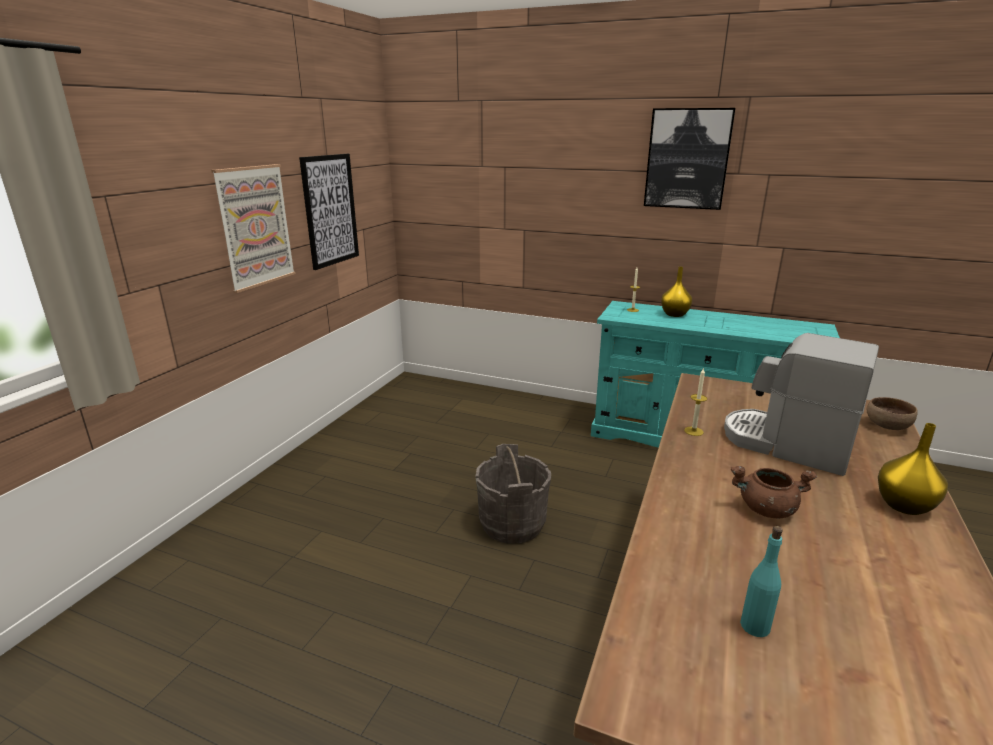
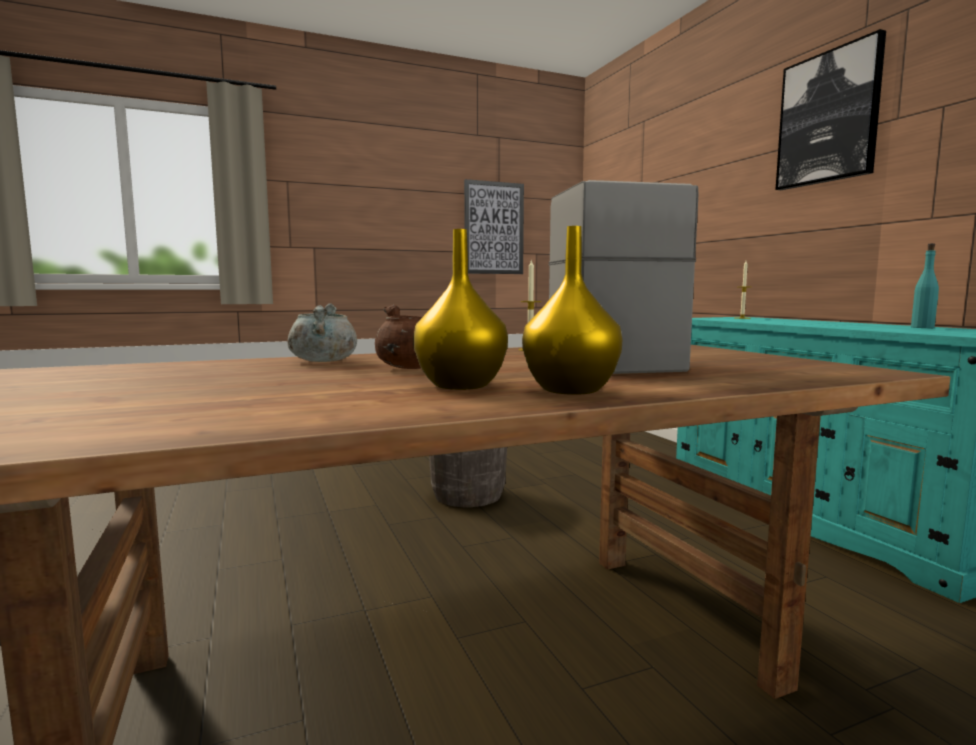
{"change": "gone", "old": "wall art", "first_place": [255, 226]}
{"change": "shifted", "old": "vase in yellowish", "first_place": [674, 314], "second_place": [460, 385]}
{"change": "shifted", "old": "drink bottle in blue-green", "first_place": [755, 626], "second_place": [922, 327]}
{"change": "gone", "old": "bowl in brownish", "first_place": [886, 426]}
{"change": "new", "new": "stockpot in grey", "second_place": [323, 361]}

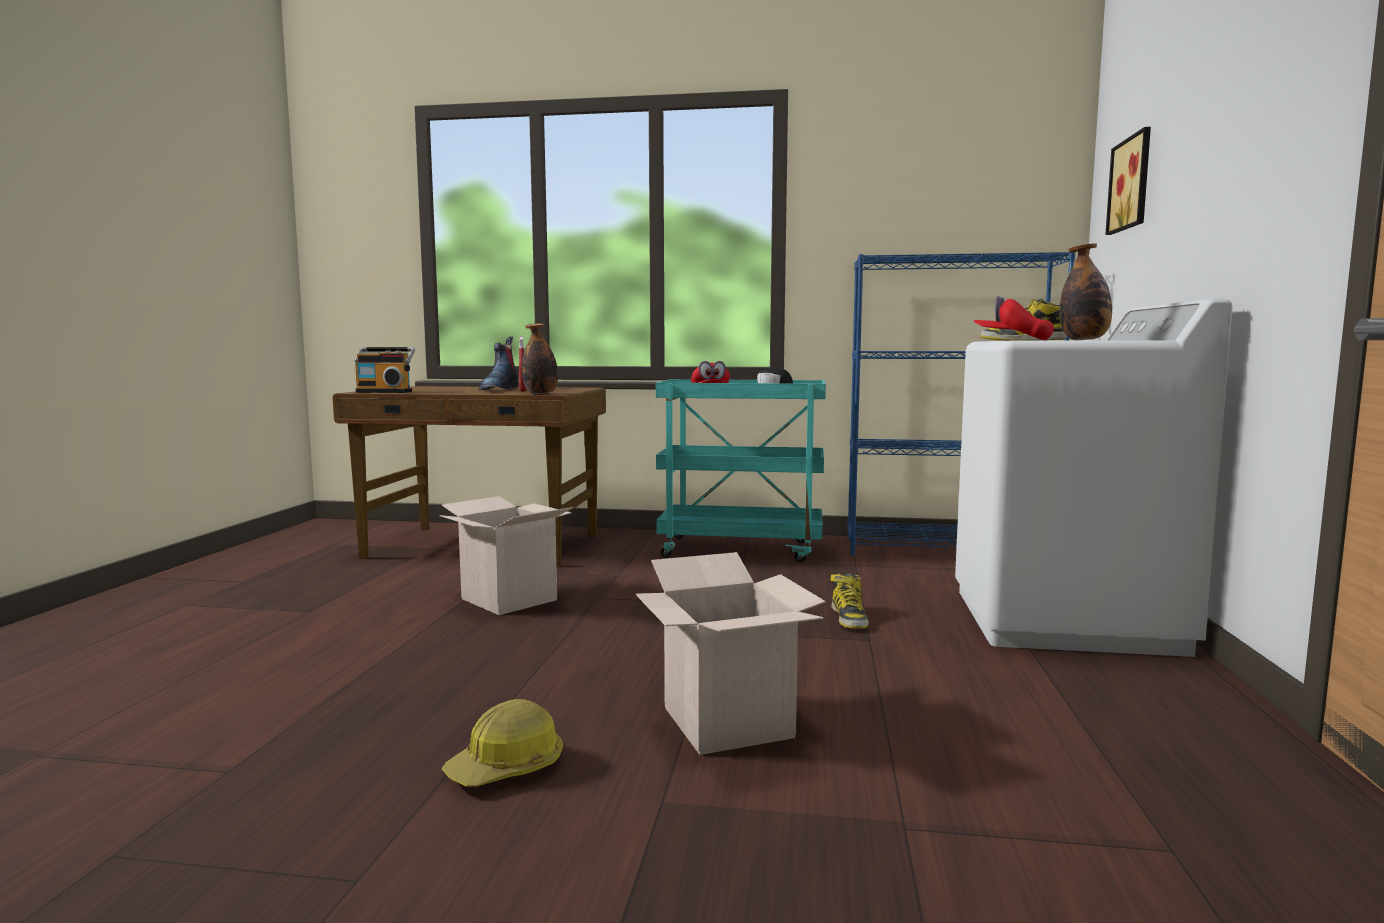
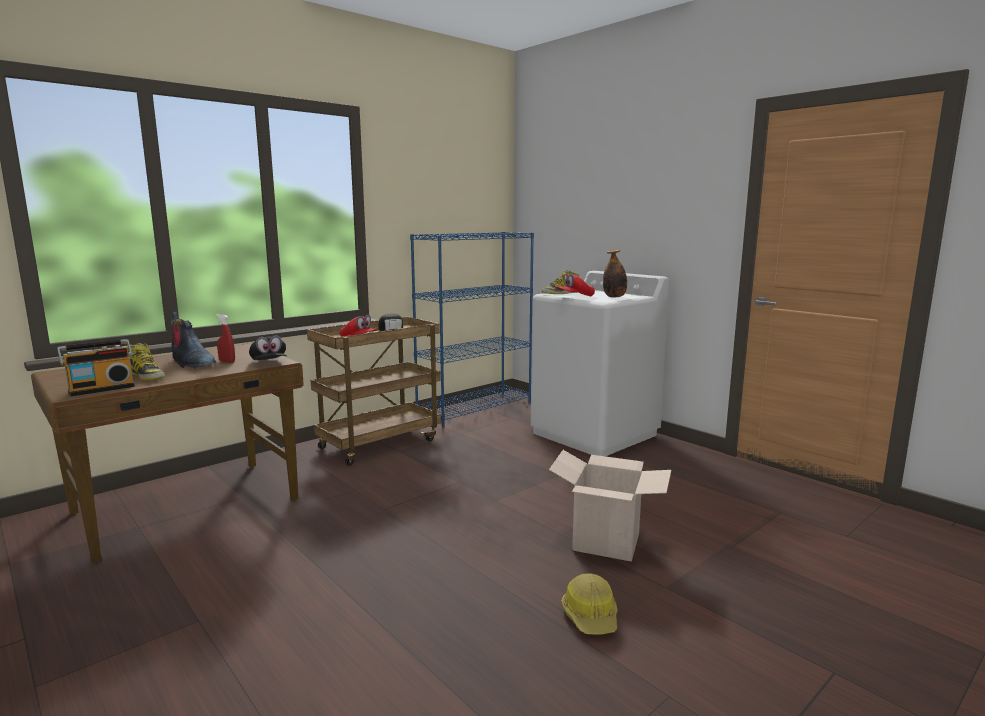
{"change": "gone", "old": "packing box", "first_place": [509, 599]}
{"change": "swapped", "old": "drink bottle", "new": "cap in black", "first_place": [541, 393], "second_place": [269, 363]}
{"change": "repainted", "old": "trolley in blue-green", "new": "trolley in brownish", "first_place": [742, 549], "second_place": [380, 443]}
{"change": "shifted", "old": "boot", "first_place": [849, 618], "second_place": [146, 376]}
{"change": "gone", "old": "wall art", "first_place": [1133, 183]}

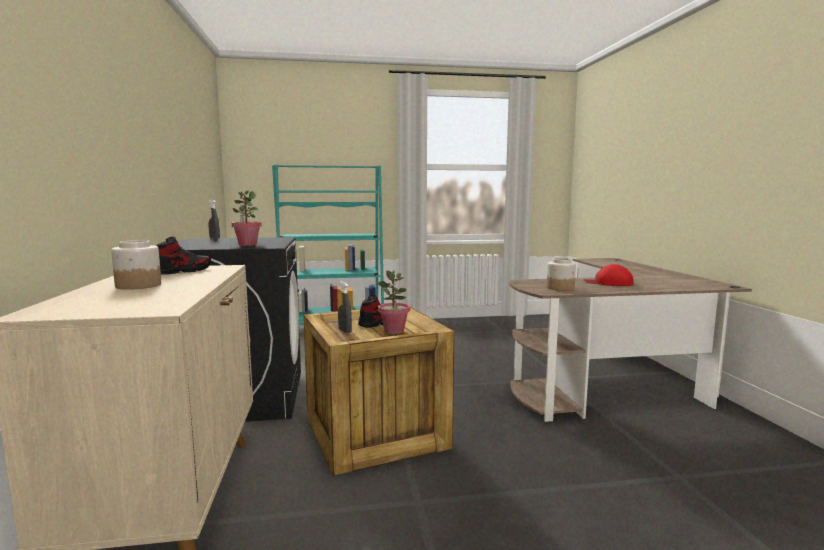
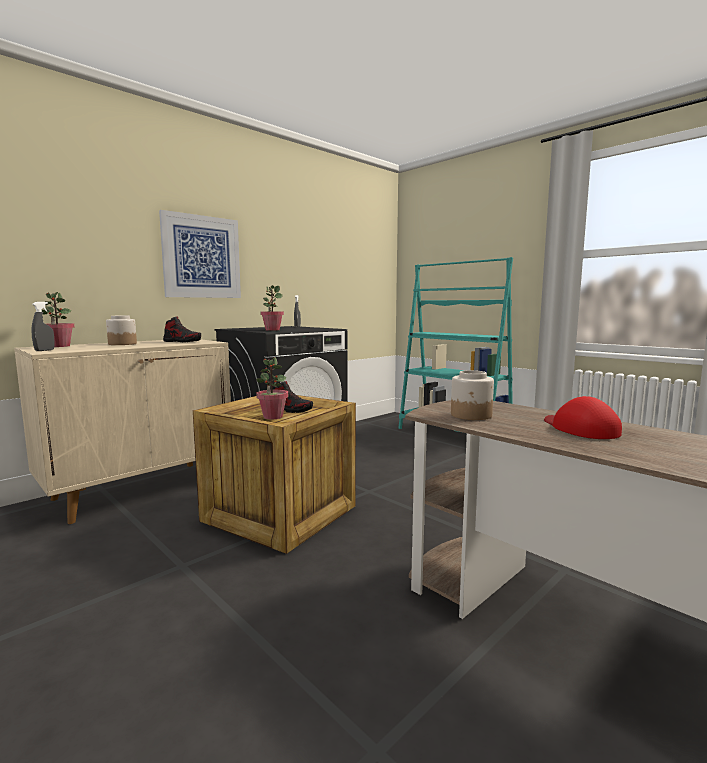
{"change": "shifted", "old": "spray bottle in grey", "first_place": [345, 331], "second_place": [44, 350]}
{"change": "new", "new": "plant in a pot", "second_place": [59, 346]}
{"change": "new", "new": "wall art", "second_place": [201, 257]}

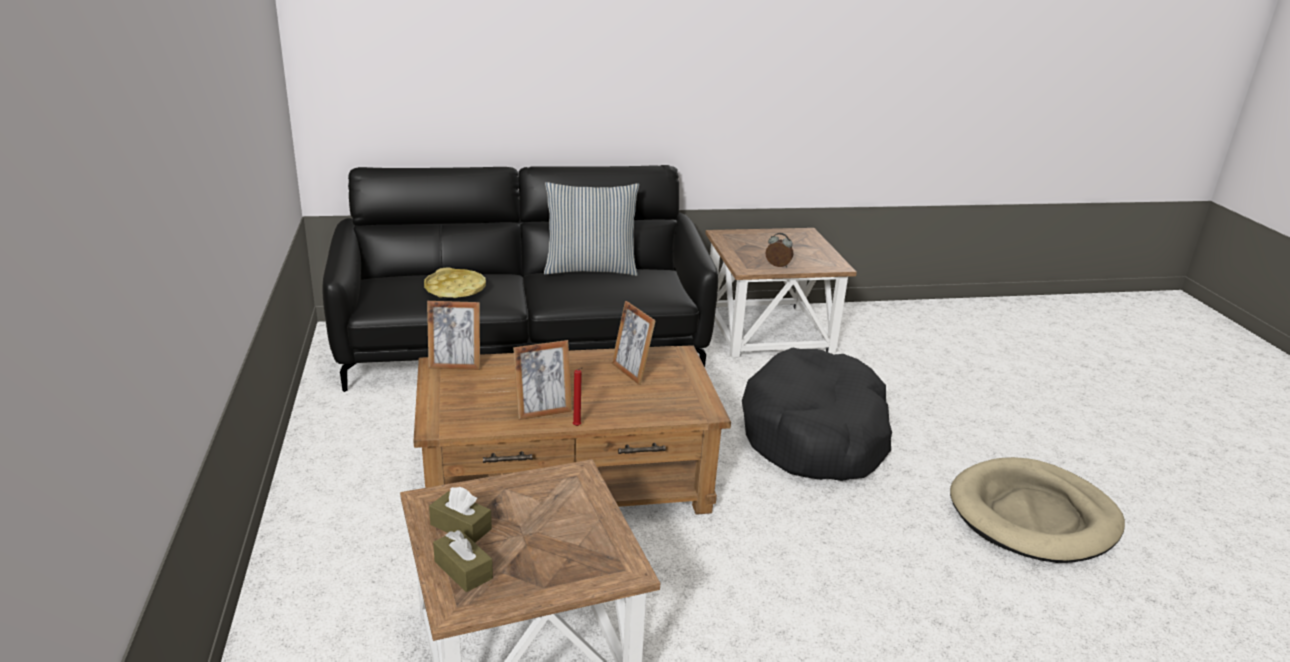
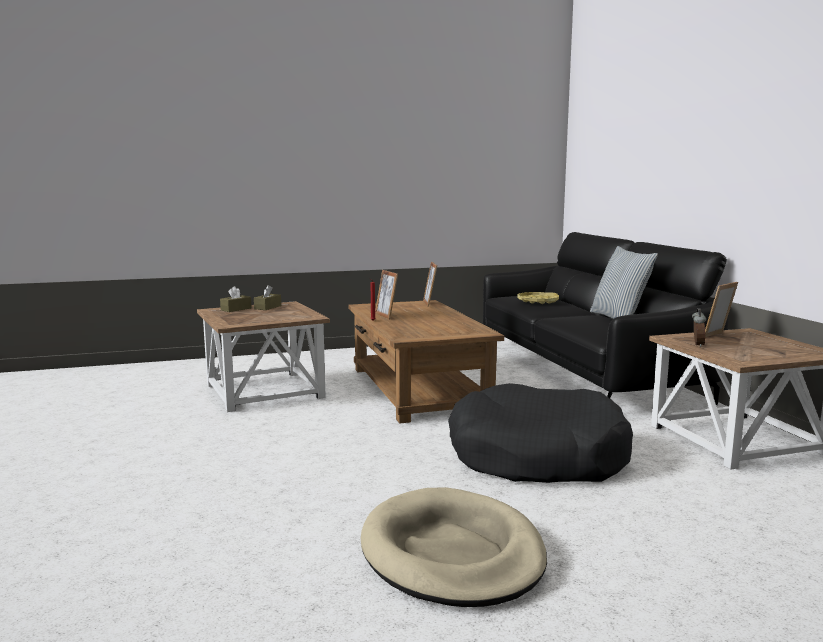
{"change": "shifted", "old": "standing frame", "first_place": [631, 372], "second_place": [718, 335]}

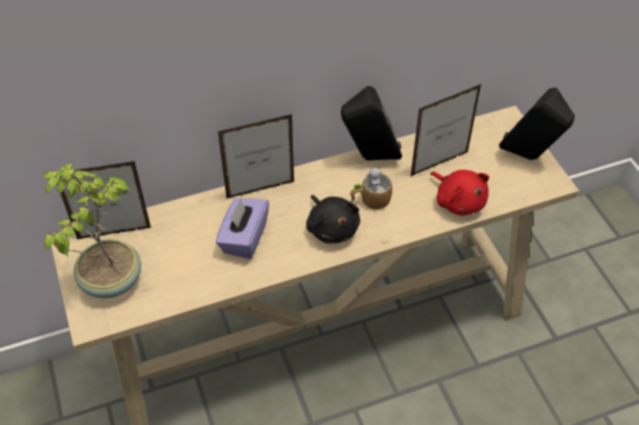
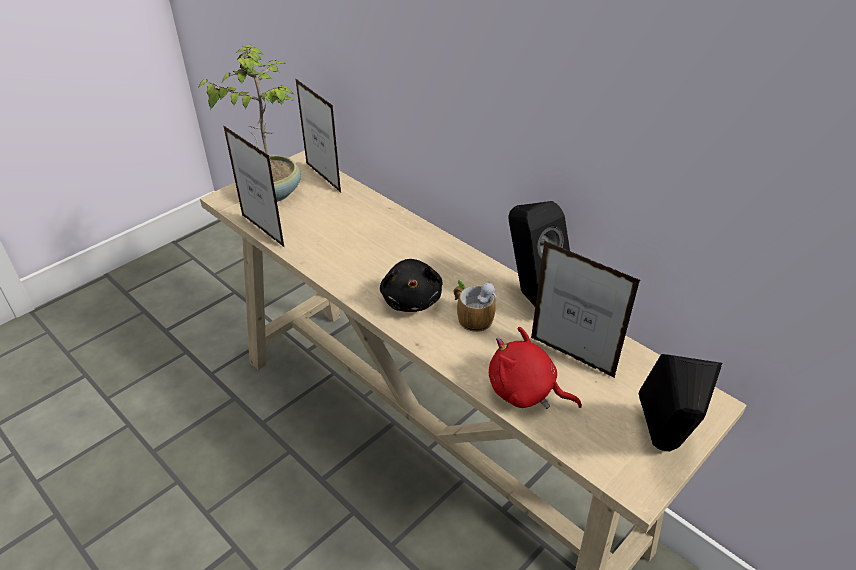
{"change": "gone", "old": "box of tissues in purple-coloured", "first_place": [244, 238]}
{"change": "shifted", "old": "standing frame", "first_place": [261, 190], "second_place": [262, 231]}
{"change": "rotated", "old": "soft toy in black", "first_place": [332, 228], "second_place": [411, 299], "degrees": -45}
{"change": "rotated", "old": "soft toy in red-coloured", "first_place": [458, 201], "second_place": [525, 392], "degrees": 90}

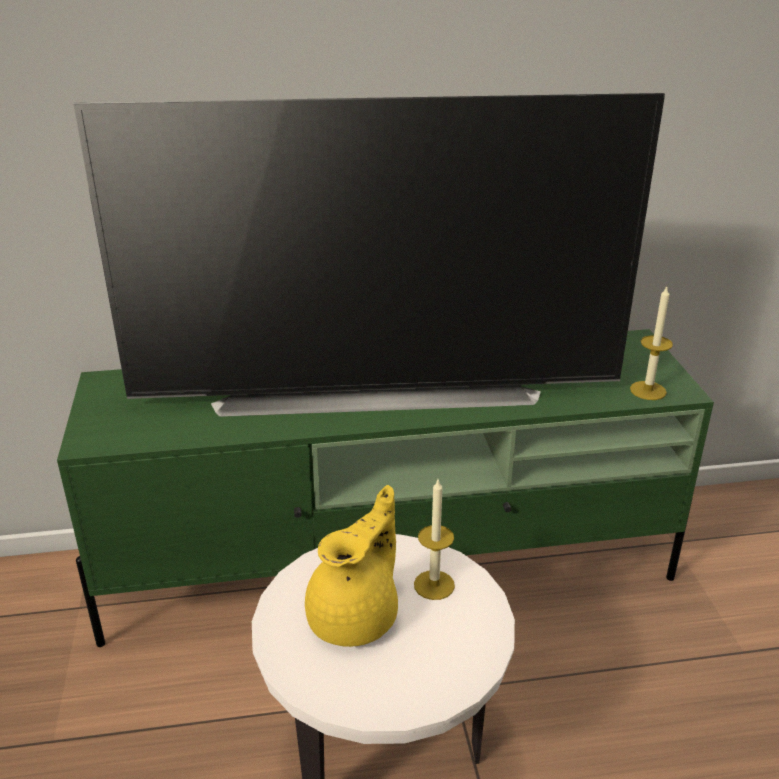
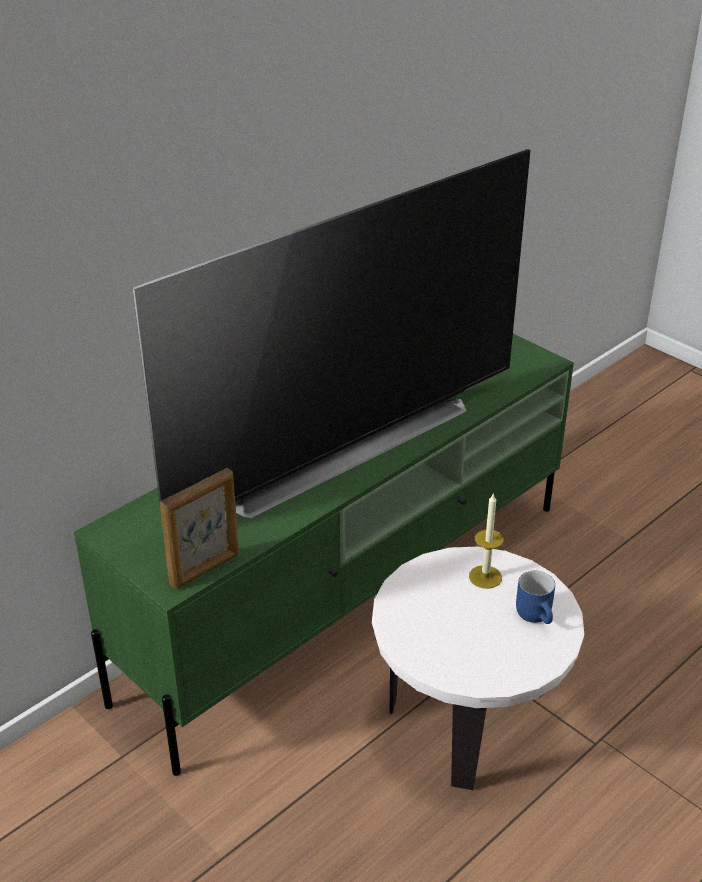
{"change": "gone", "old": "pot for tea in yellowish", "first_place": [356, 617]}
{"change": "gone", "old": "wax light", "first_place": [648, 390]}
{"change": "new", "new": "standing frame", "second_place": [205, 569]}
{"change": "new", "new": "mug in blue", "second_place": [538, 615]}

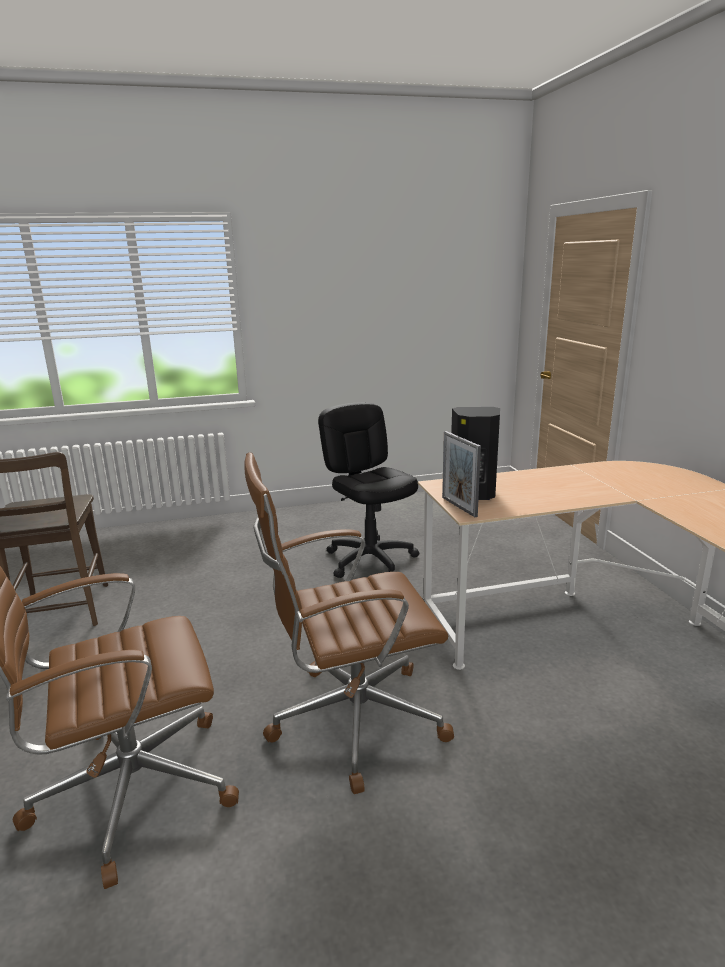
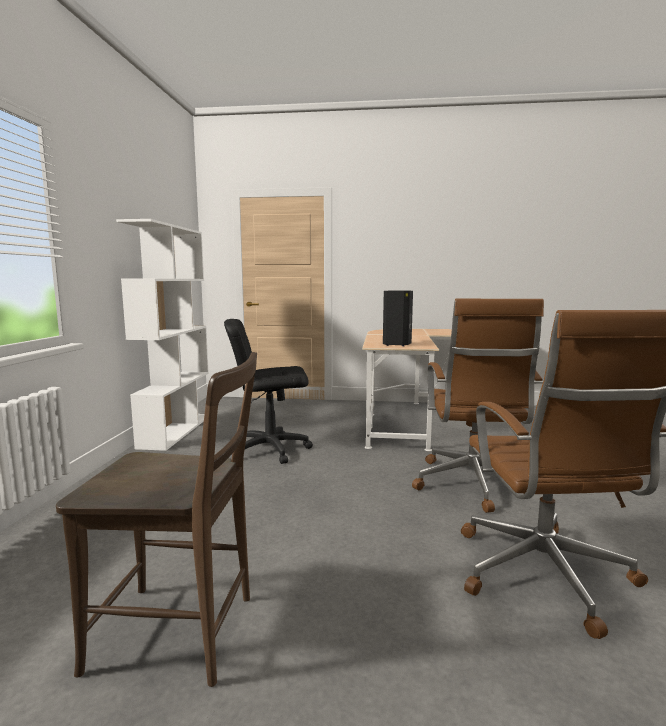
{"change": "gone", "old": "standing frame", "first_place": [459, 507]}
{"change": "new", "new": "bookshelf in white", "second_place": [176, 430]}

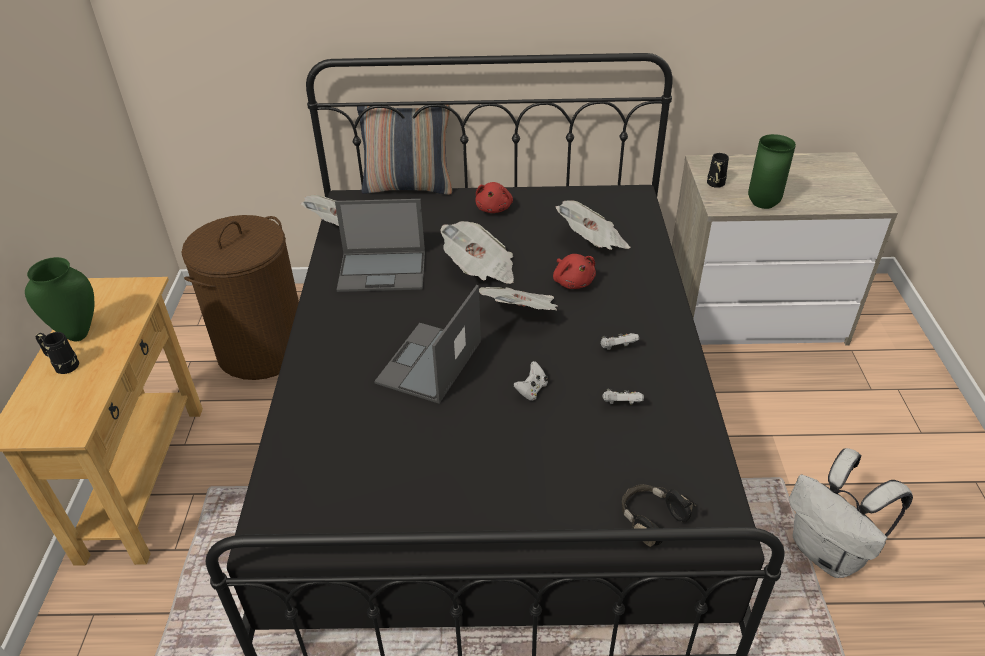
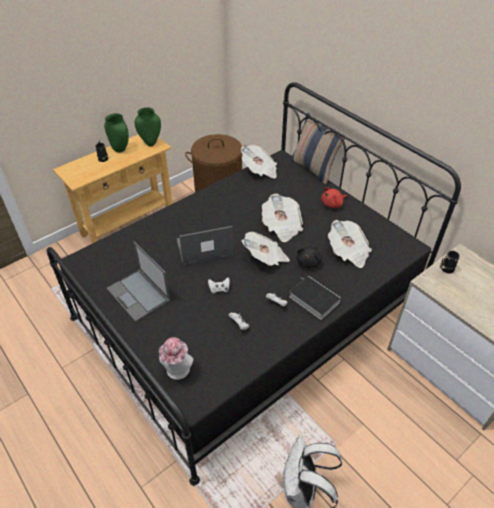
{"change": "shifted", "old": "notebook computer", "first_place": [383, 271], "second_place": [139, 295]}
{"change": "repainted", "old": "soft toy in red-coloured", "new": "soft toy in black", "first_place": [573, 282], "second_place": [309, 262]}
{"change": "swapped", "old": "headphones in black", "new": "wearable hat", "first_place": [651, 520], "second_place": [177, 372]}
{"change": "shifted", "old": "vase in green-coloured", "first_place": [761, 204], "second_place": [151, 143]}
{"change": "new", "new": "bound book", "second_place": [312, 299]}

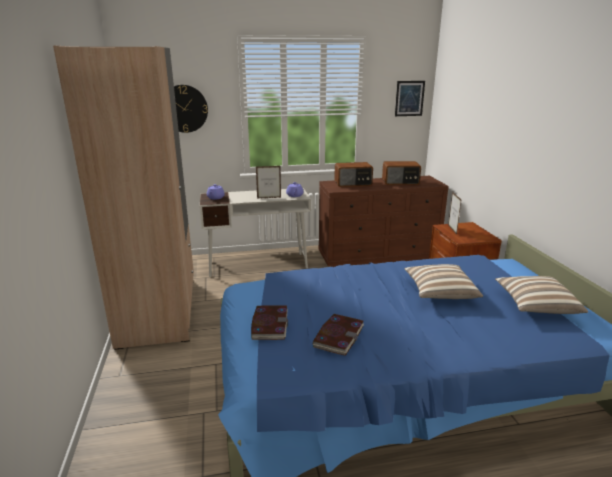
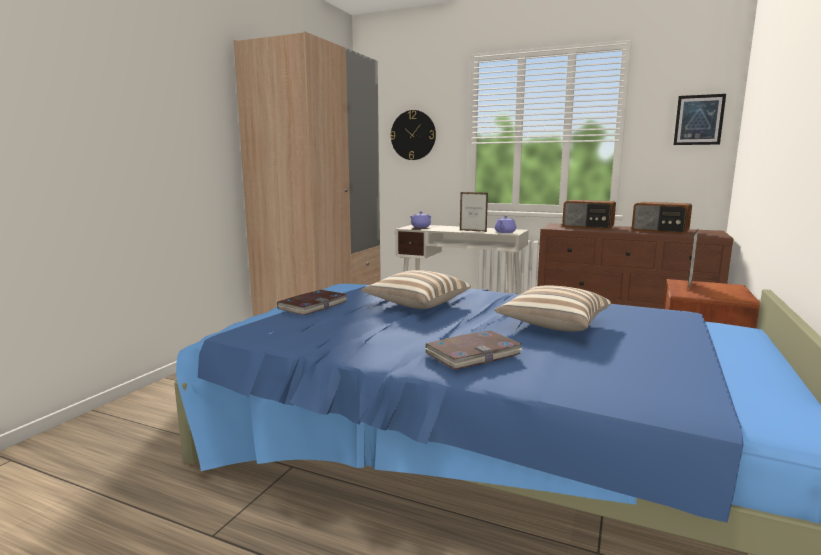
{"change": "shifted", "old": "bound book", "first_place": [338, 336], "second_place": [473, 353]}
{"change": "shifted", "old": "throw pillow", "first_place": [535, 306], "second_place": [416, 304]}

